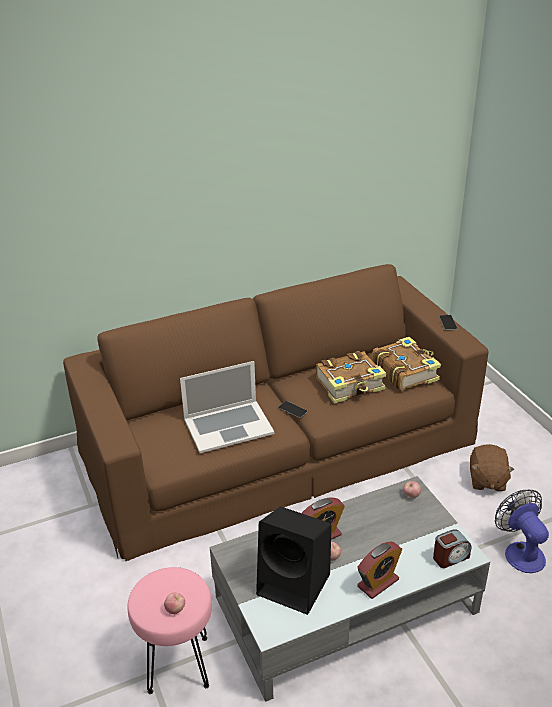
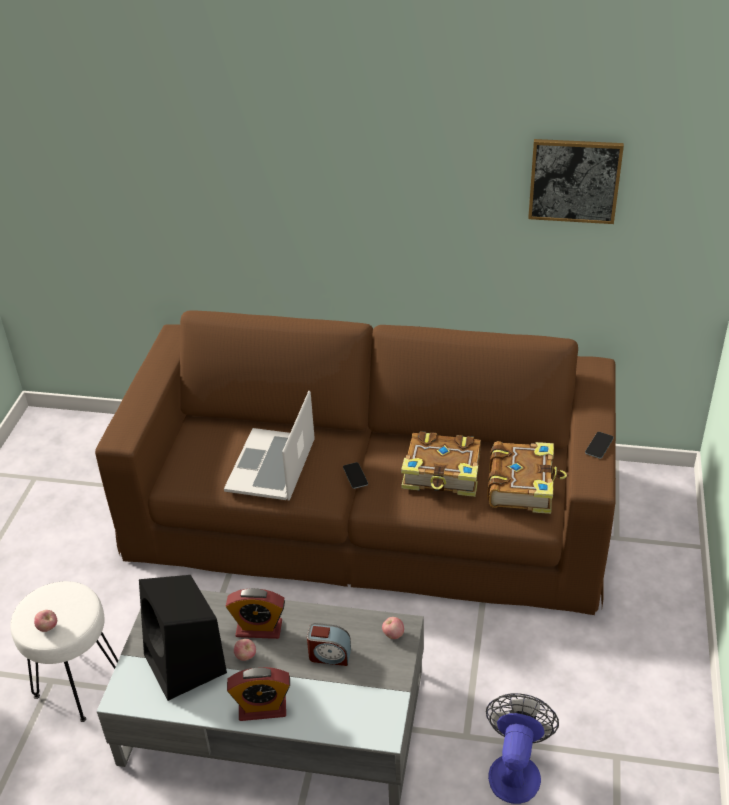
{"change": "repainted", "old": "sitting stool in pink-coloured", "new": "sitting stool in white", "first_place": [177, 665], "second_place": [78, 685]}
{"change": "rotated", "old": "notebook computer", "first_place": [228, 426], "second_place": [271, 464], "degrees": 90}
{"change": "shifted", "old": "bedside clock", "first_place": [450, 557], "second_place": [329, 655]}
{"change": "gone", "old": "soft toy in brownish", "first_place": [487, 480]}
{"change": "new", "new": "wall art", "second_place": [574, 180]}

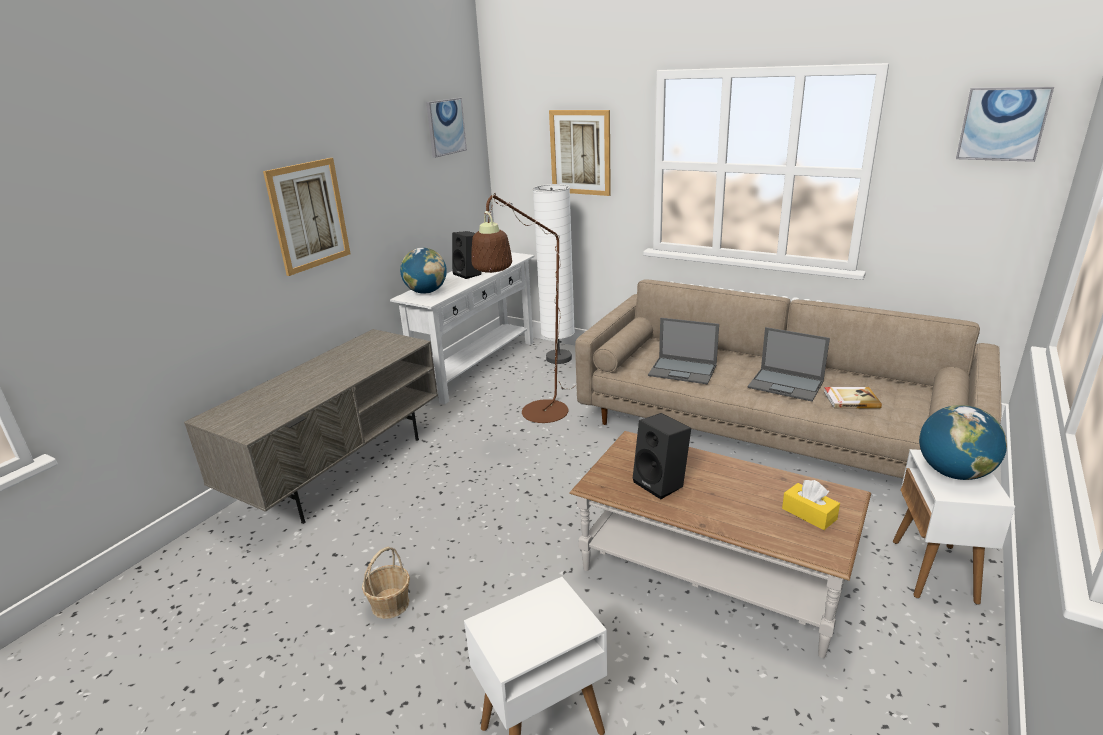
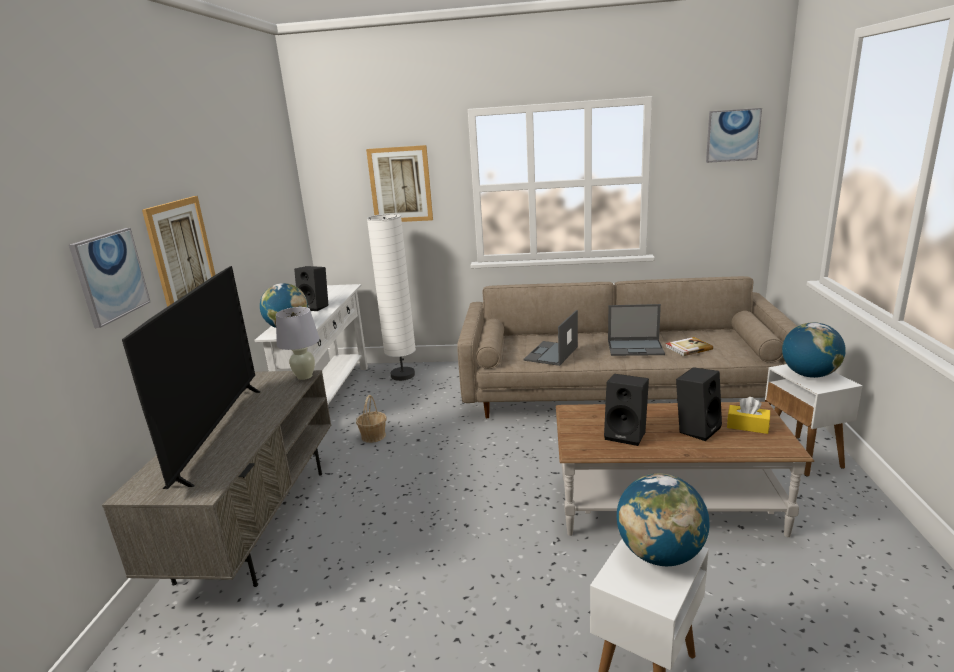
{"change": "shifted", "old": "household basket", "first_place": [390, 604], "second_place": [373, 436]}
{"change": "shifted", "old": "wall art", "first_place": [445, 127], "second_place": [110, 276]}
{"change": "gone", "old": "floor lamp in brownish", "first_place": [538, 417]}
{"change": "rotated", "old": "notebook computer", "first_place": [683, 370], "second_place": [551, 354], "degrees": 120}
{"change": "new", "new": "TV set", "second_place": [218, 433]}
{"change": "new", "new": "table lamp in white", "second_place": [304, 376]}
{"change": "new", "new": "world globe", "second_place": [660, 554]}
{"change": "new", "new": "speaker in black", "second_place": [696, 428]}

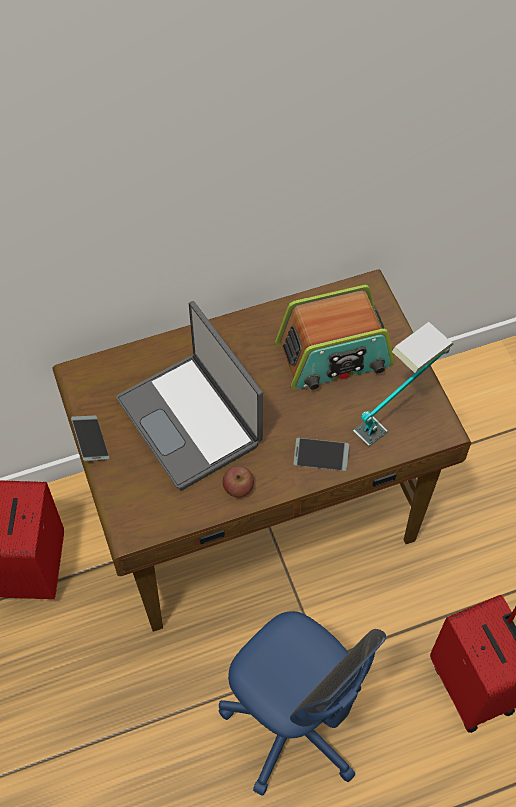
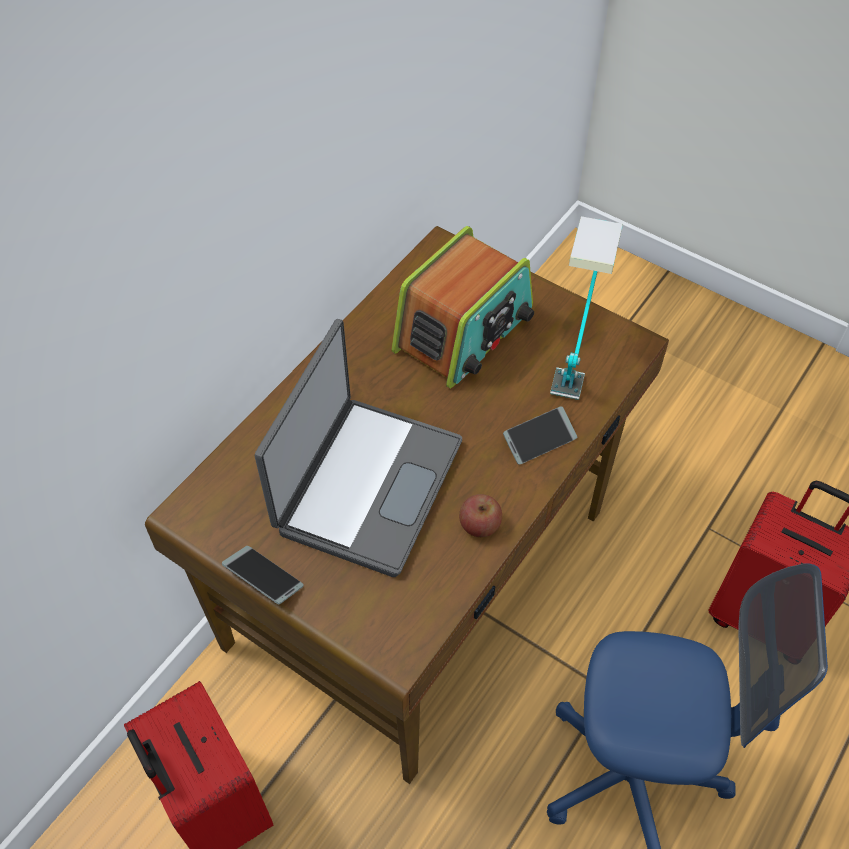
{"change": "rotated", "old": "notebook computer", "first_place": [191, 420], "second_place": [366, 484], "degrees": -90}

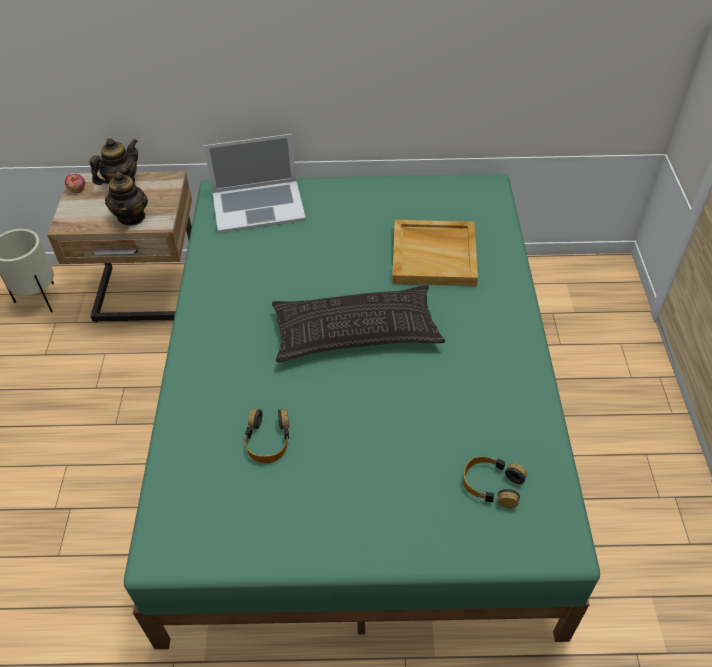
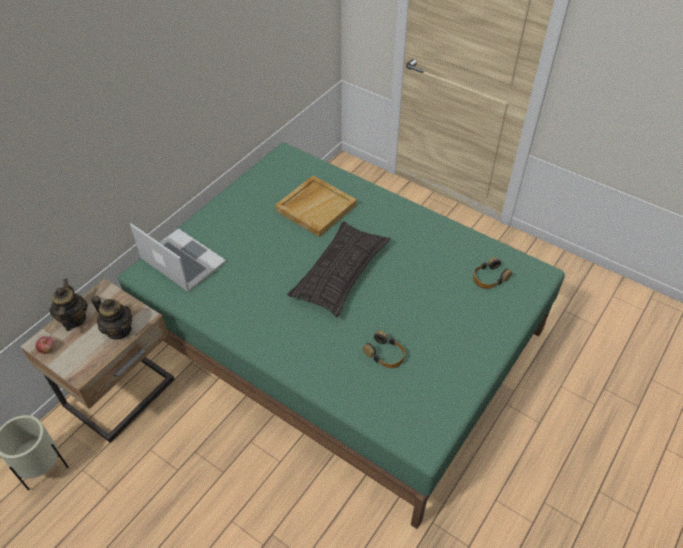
{"change": "rotated", "old": "notebook computer", "first_place": [258, 206], "second_place": [182, 260], "degrees": -75}

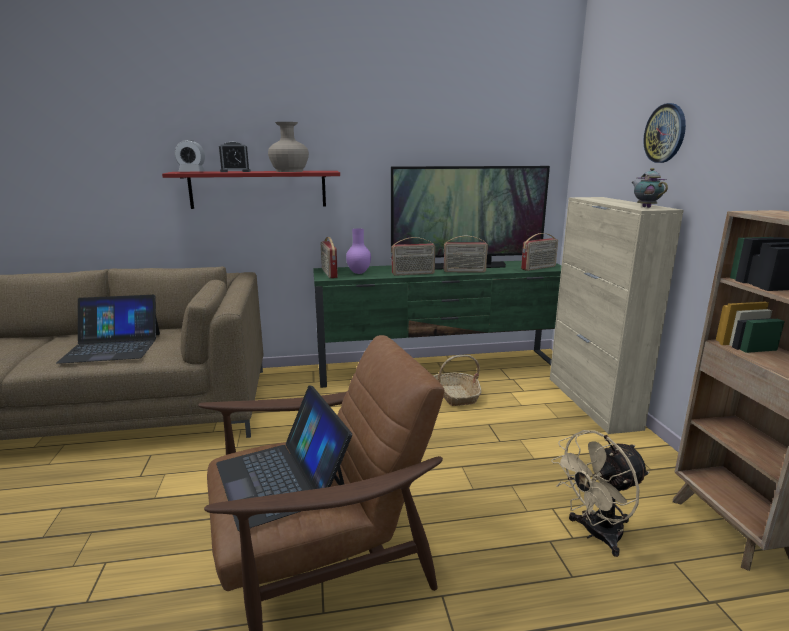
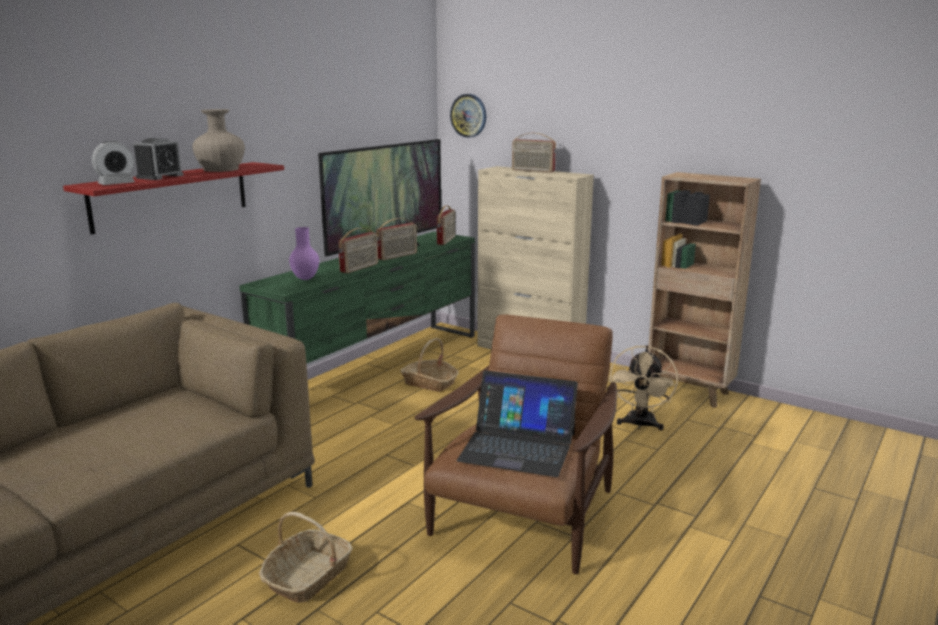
{"change": "gone", "old": "notebook computer", "first_place": [112, 347]}
{"change": "shifted", "old": "radio receiver", "first_place": [329, 273], "second_place": [532, 171]}
{"change": "gone", "old": "pot for tea", "first_place": [645, 207]}
{"change": "shifted", "old": "hanging clock", "first_place": [665, 133], "second_place": [468, 115]}
{"change": "new", "new": "household basket", "second_place": [308, 577]}

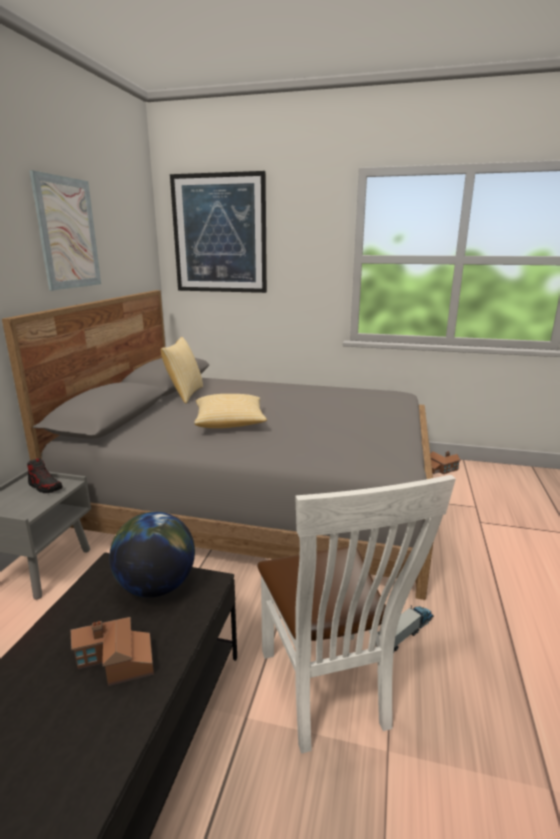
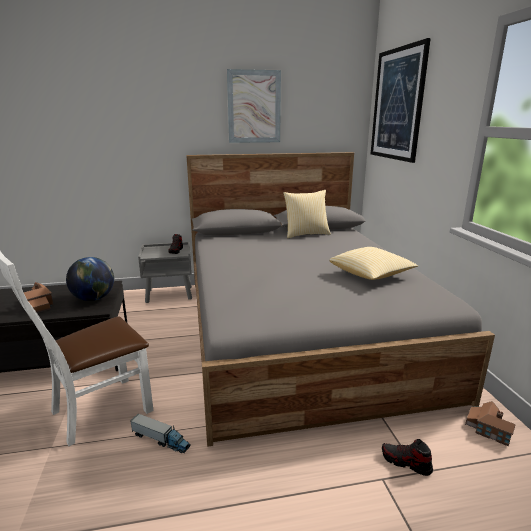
{"change": "shifted", "old": "throw pillow", "first_place": [230, 423], "second_place": [371, 275]}
{"change": "new", "new": "shoe", "second_place": [406, 463]}

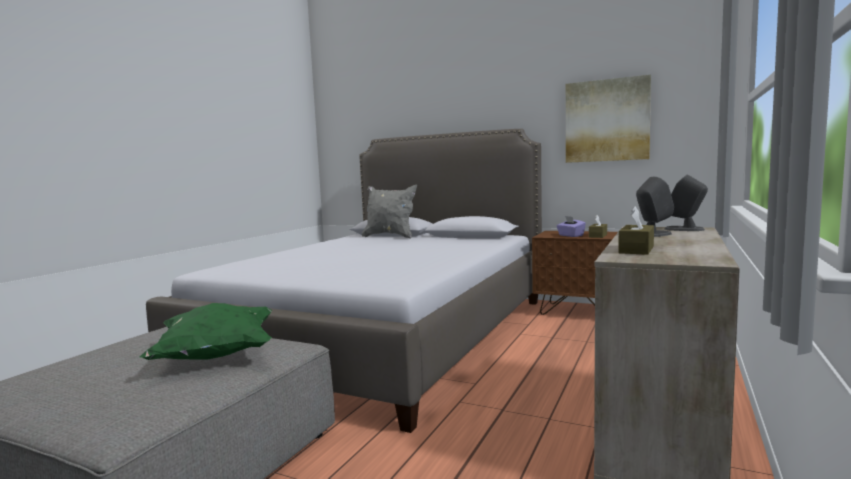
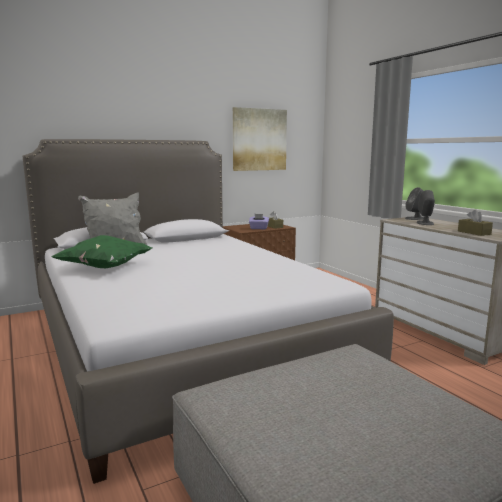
{"change": "shifted", "old": "throw pillow in green-coloured", "first_place": [216, 356], "second_place": [106, 267]}

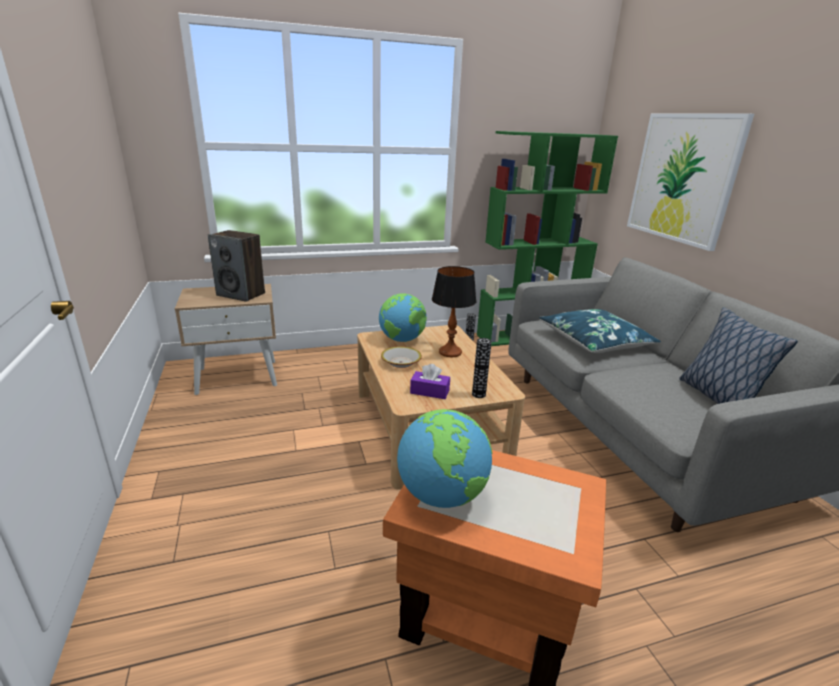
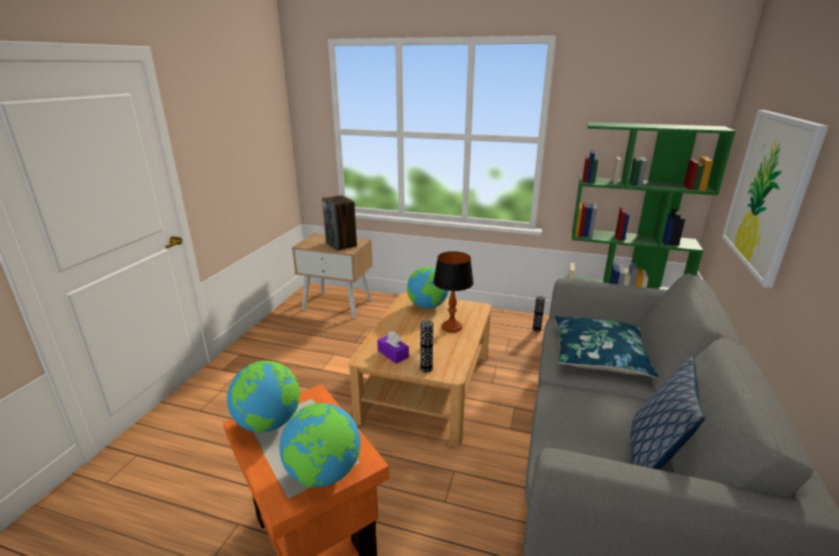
{"change": "gone", "old": "bowl", "first_place": [400, 362]}
{"change": "new", "new": "world globe", "second_place": [323, 474]}

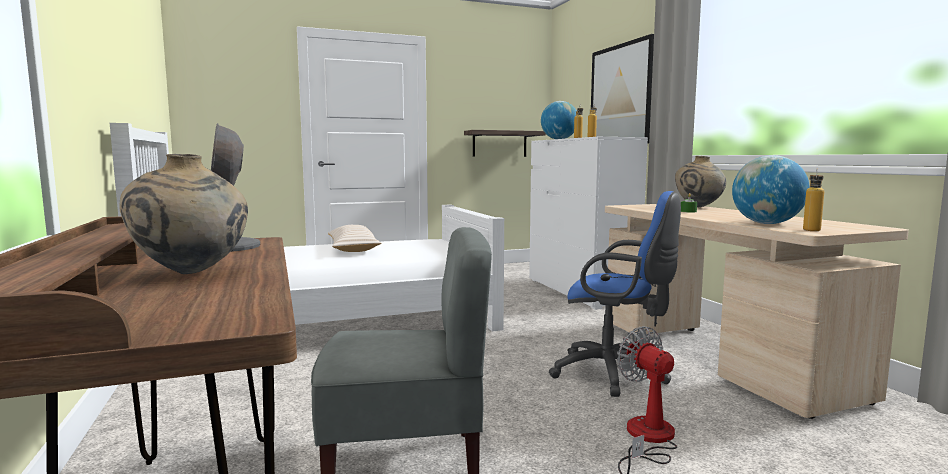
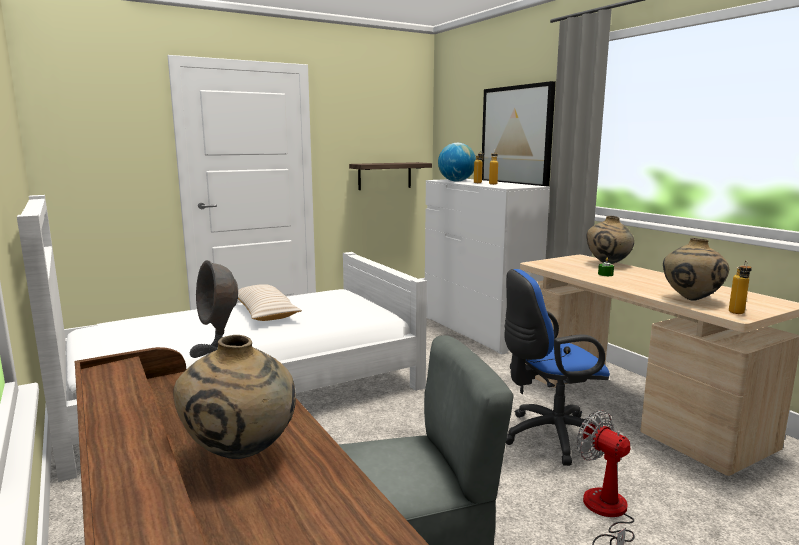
{"change": "rotated", "old": "computer chair in blue", "first_place": [614, 374], "second_place": [549, 437], "degrees": 150}
{"change": "swapped", "old": "world globe", "new": "vase in beige", "first_place": [766, 224], "second_place": [690, 299]}

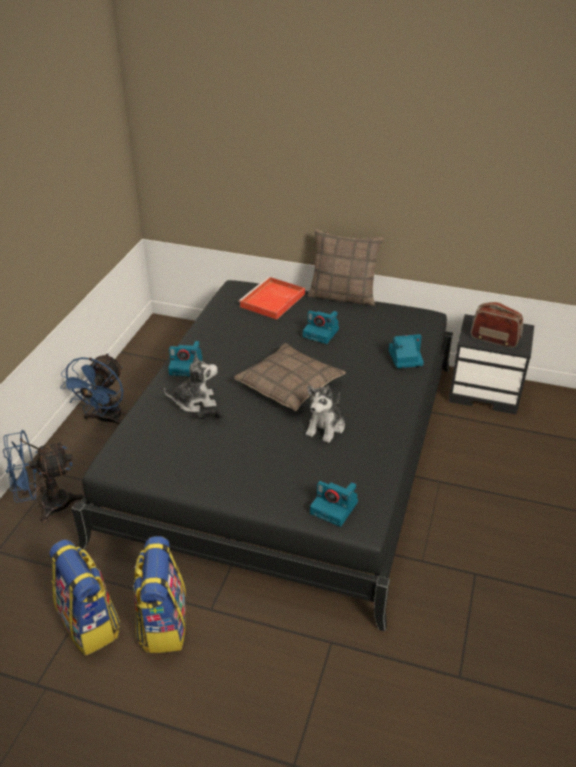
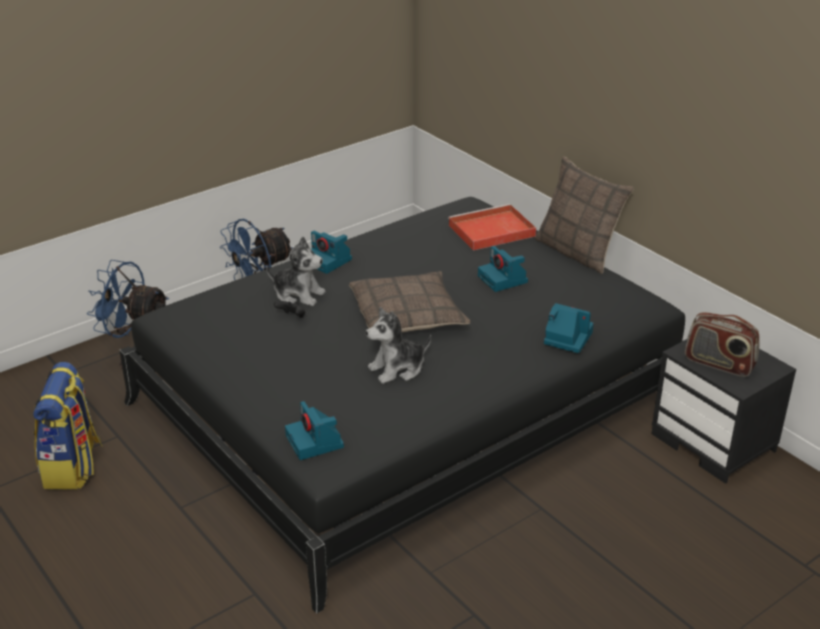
{"change": "gone", "old": "knapsack", "first_place": [163, 623]}
{"change": "rotated", "old": "radio receiver", "first_place": [494, 339], "second_place": [719, 364], "degrees": 150}

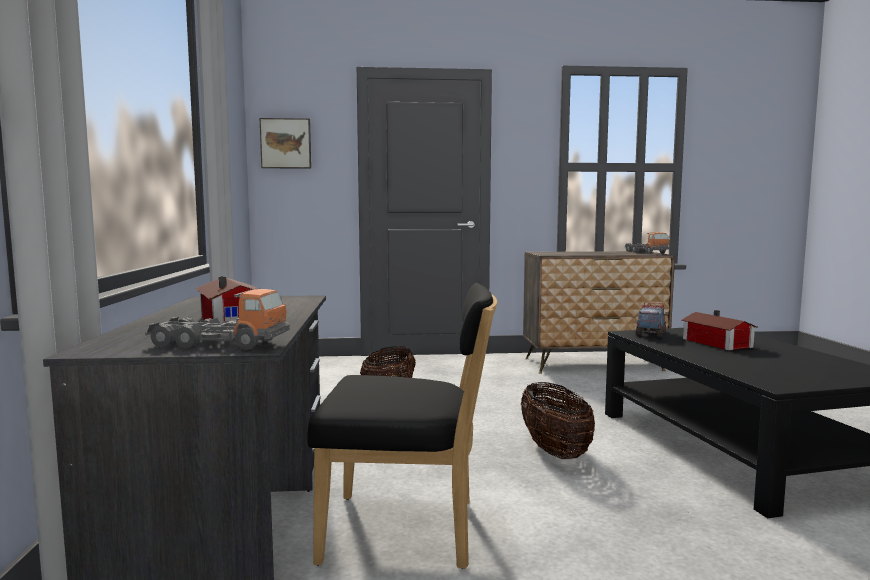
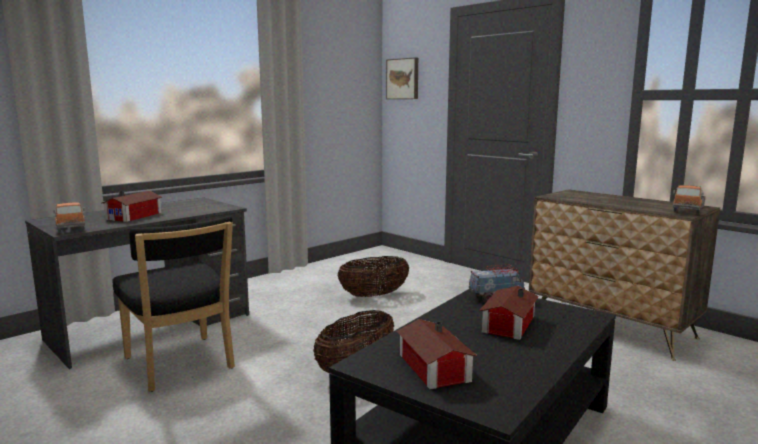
{"change": "new", "new": "model house", "second_place": [433, 369]}

